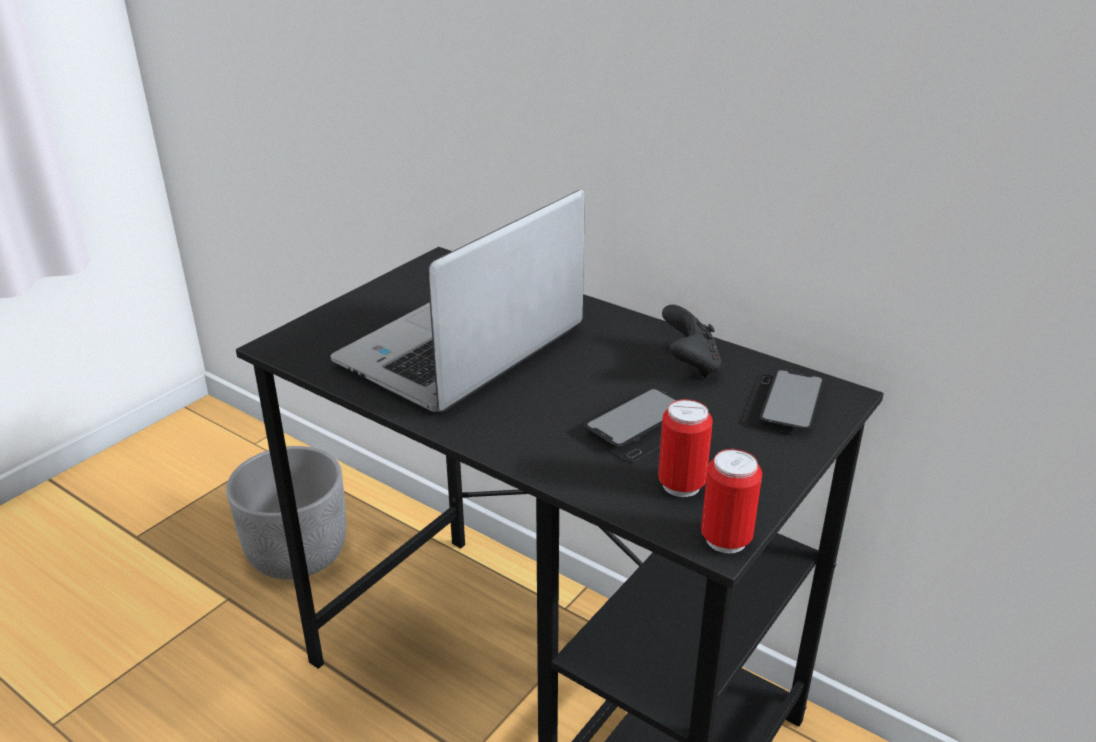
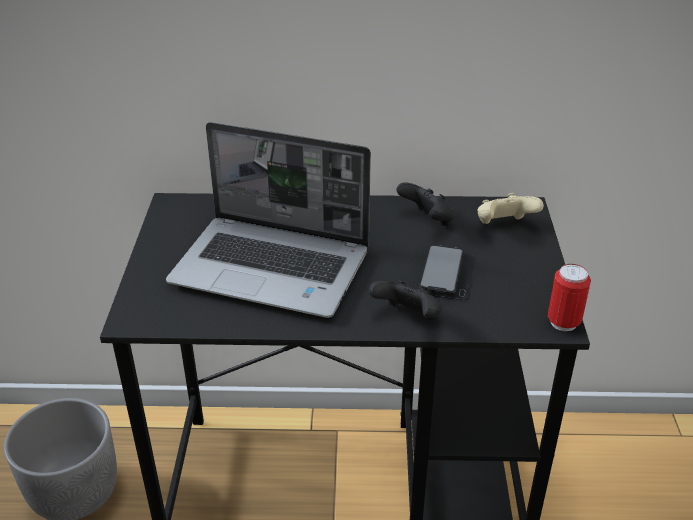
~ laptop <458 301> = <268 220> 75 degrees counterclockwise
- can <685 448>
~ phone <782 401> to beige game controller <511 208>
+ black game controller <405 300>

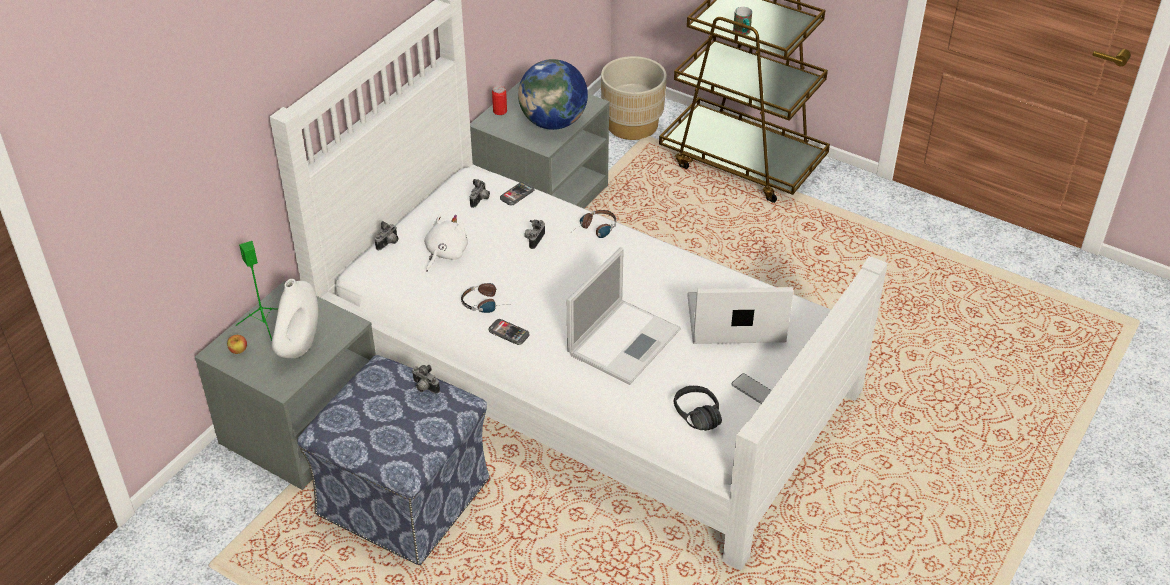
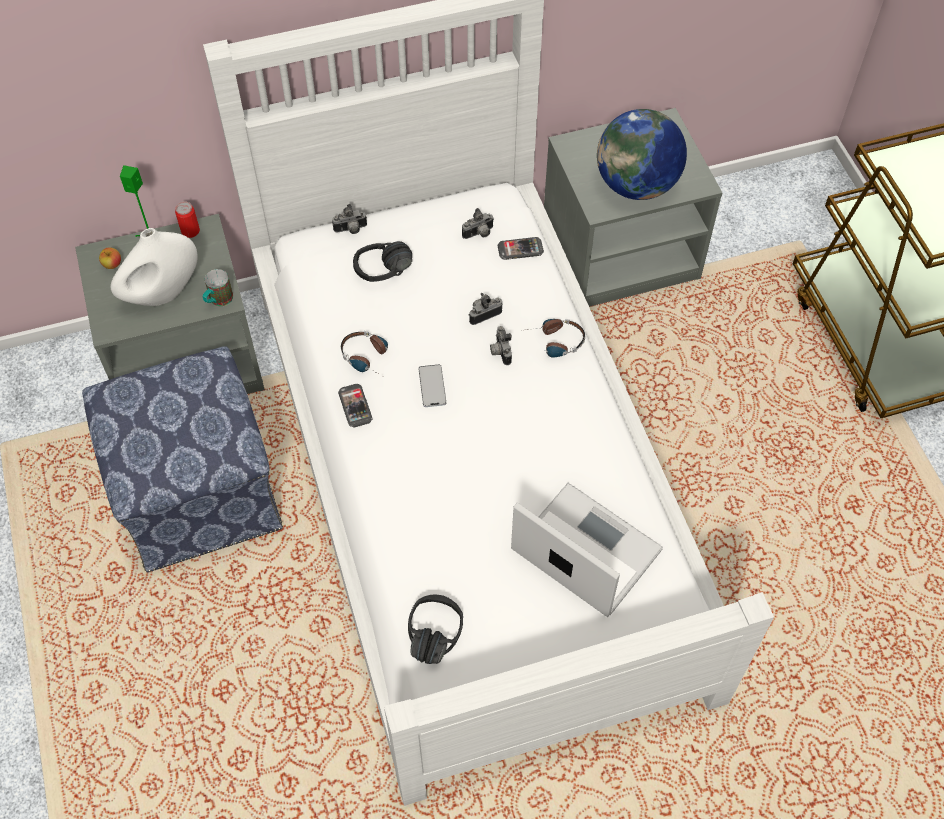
~ photo camera <426 379> to <501 345>
~ white plush toy <446 243> to black headphones <382 261>
~ can <499 100> to <187 219>
- laptop <624 316>
- beige planter <634 98>
~ phone <751 388> to <432 385>
~ mug <742 21> to <217 287>

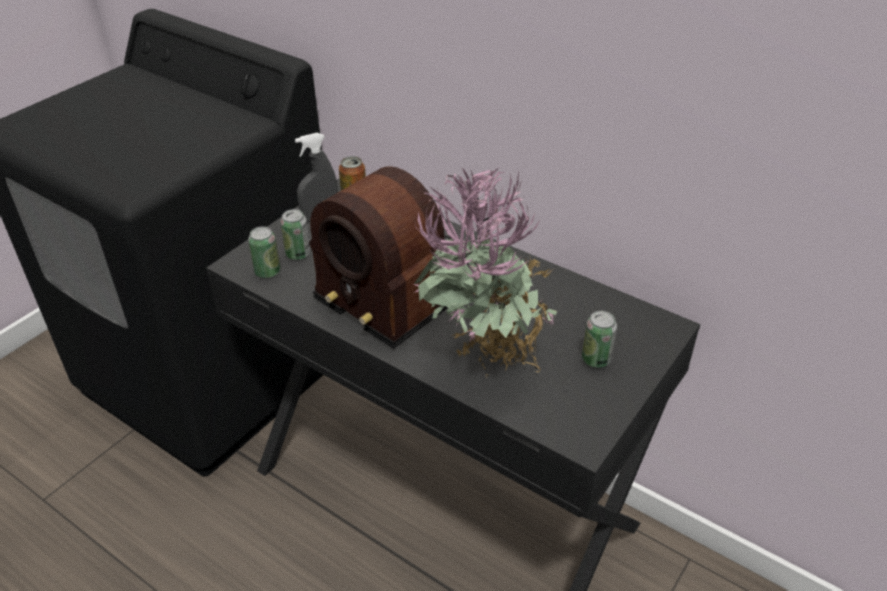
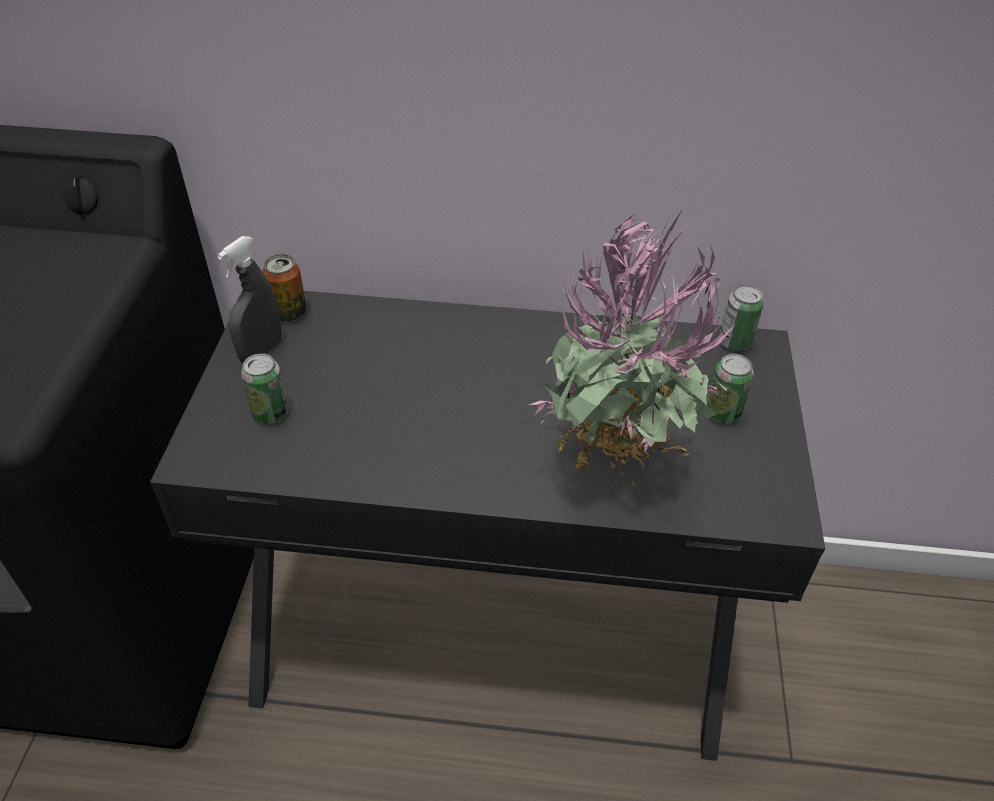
~ can <264 252> to <741 318>
- radio <380 258>

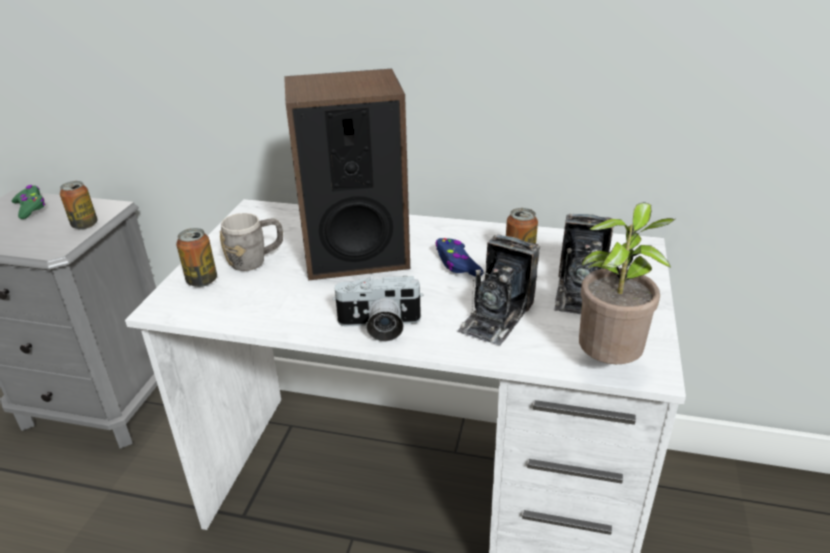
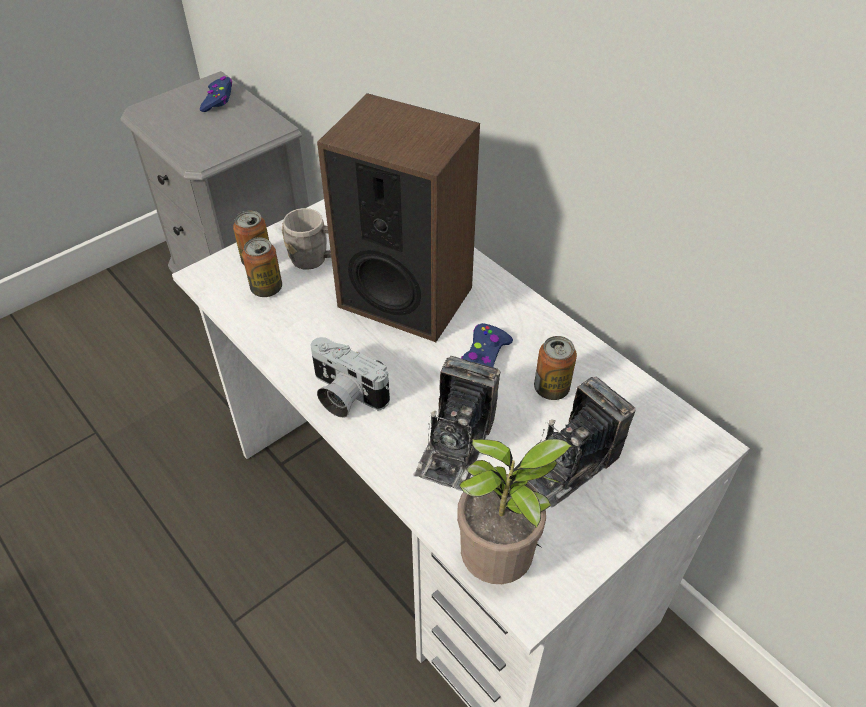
~ green game controller <28 202> to blue game controller <216 94>
~ can <78 205> to <262 267>
~ photo camera <498 289> = <456 423> 45 degrees counterclockwise

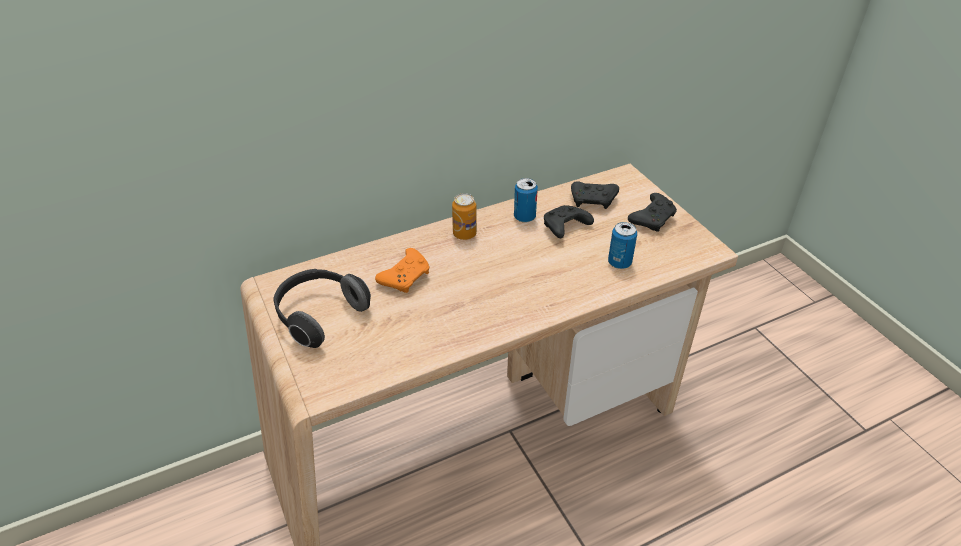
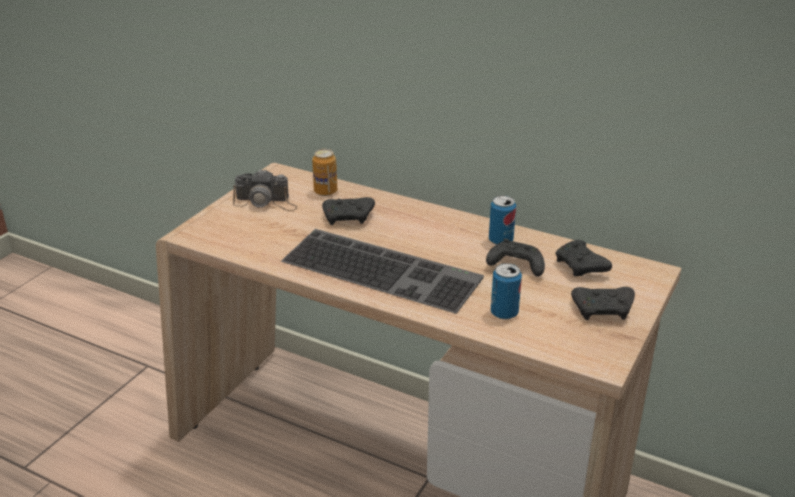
~ headphones <322 308> to photo camera <265 190>
~ orange game controller <402 270> to black game controller <348 211>
~ can <464 216> to <324 172>
+ keyboard <382 271>

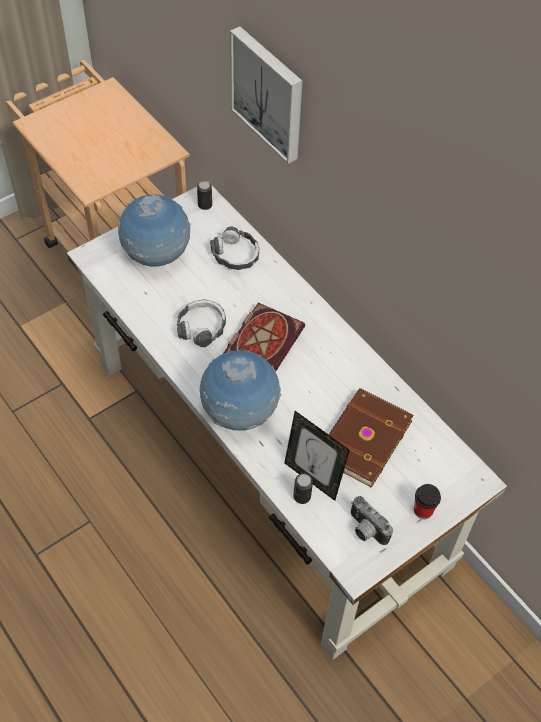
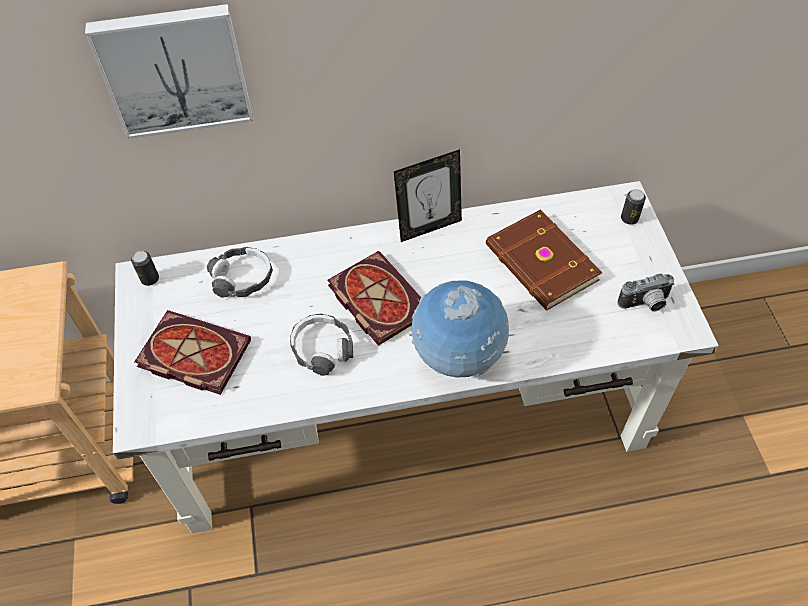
~ globe <154 230> to book <192 352>
~ picture frame <317 456> to <428 195>
~ can <303 489> to <633 207>
- cup <427 501>

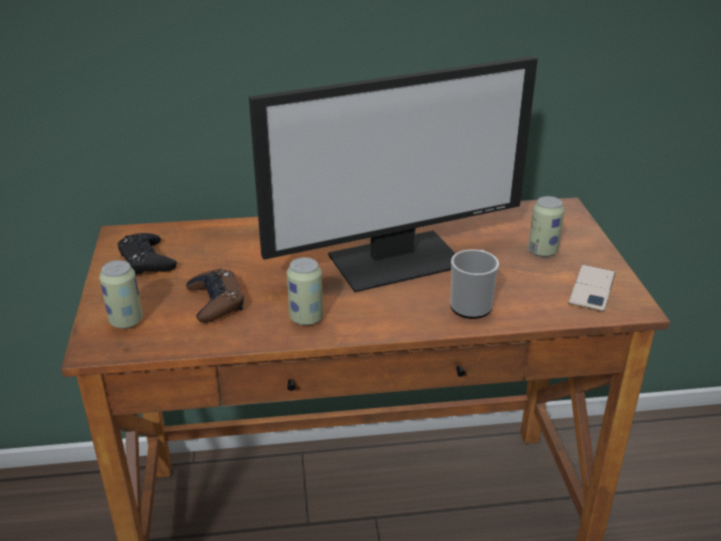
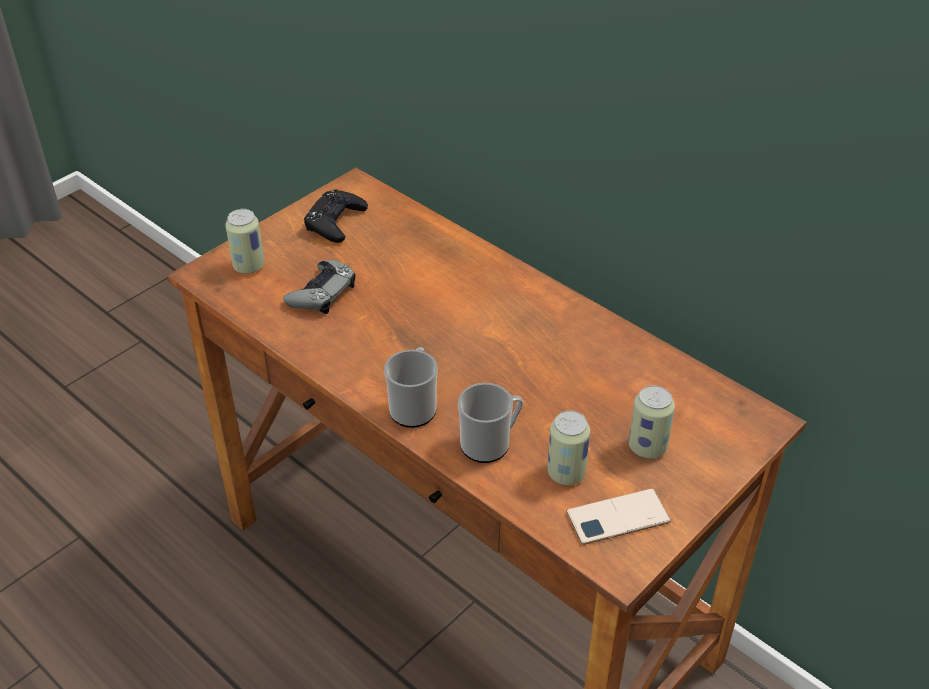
~ brown game controller <215 295> to grey game controller <319 287>
- monitor <393 174>
~ can <305 291> to <568 447>
+ mug <411 387>

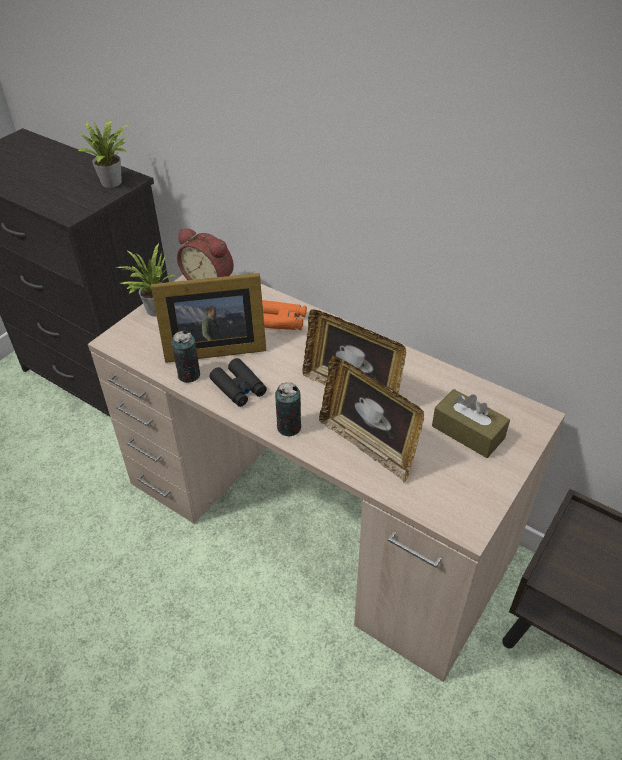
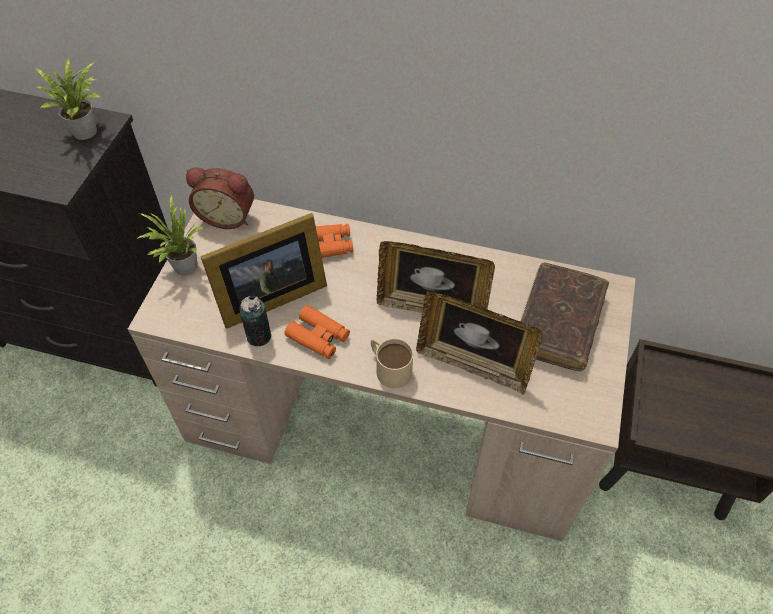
~ black binoculars <238 382> to orange binoculars <317 332>
~ can <288 409> to beige mug <392 363>
~ brown tissue box <471 423> to brown book <564 317>

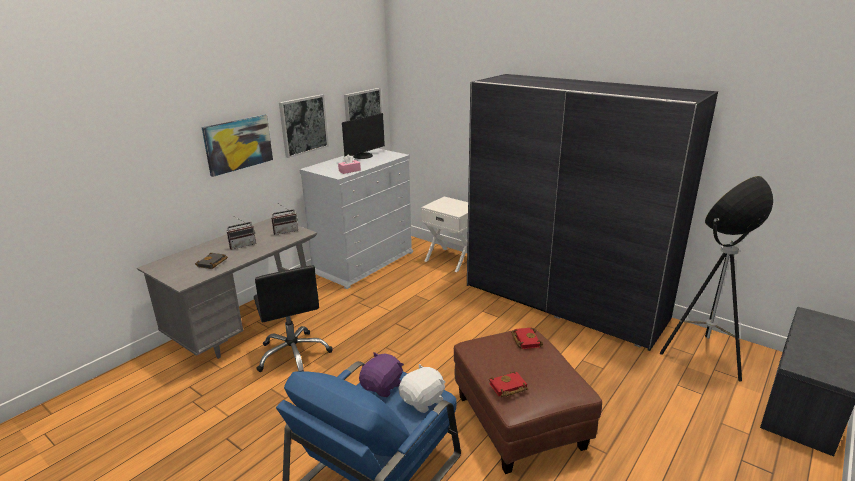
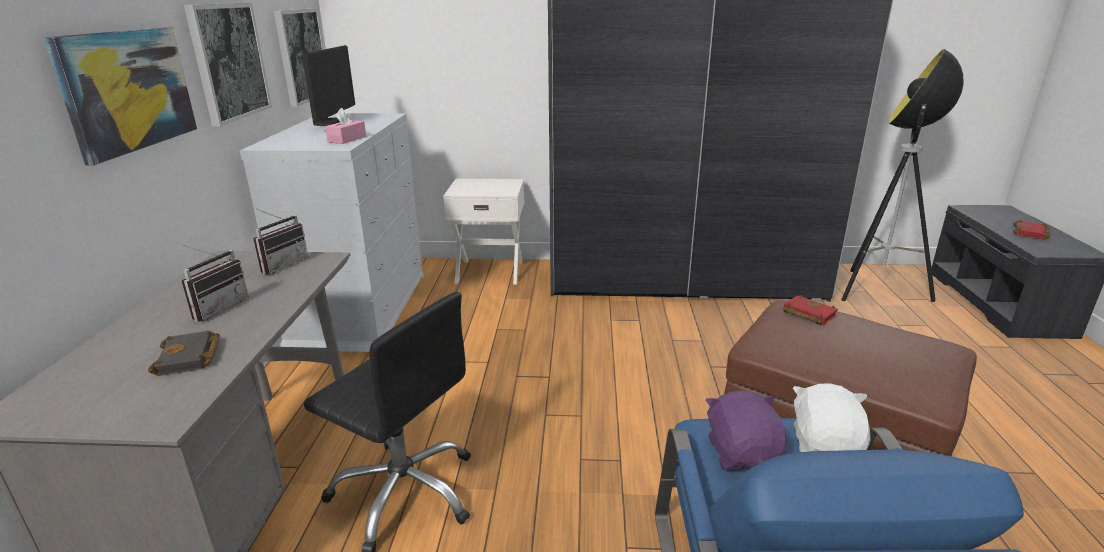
~ red book <508 384> to <1031 230>

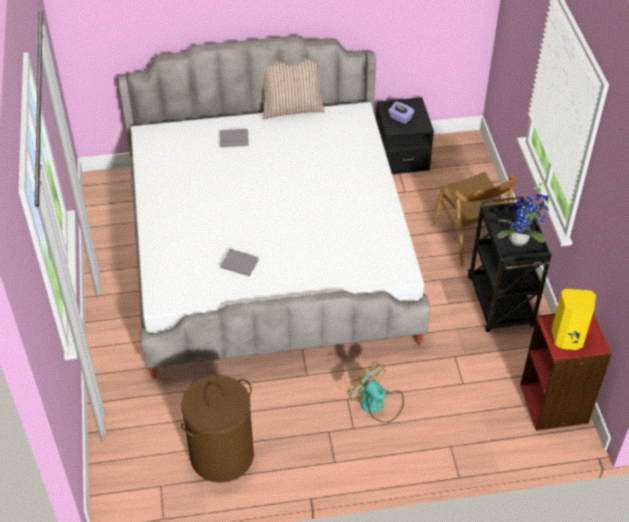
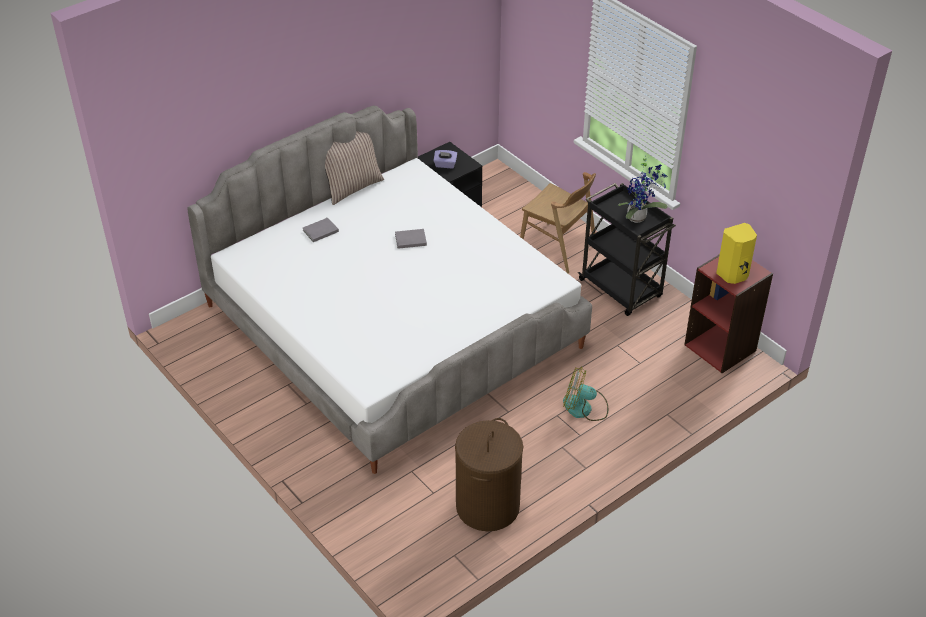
~ grey book <239 262> to <411 239>

